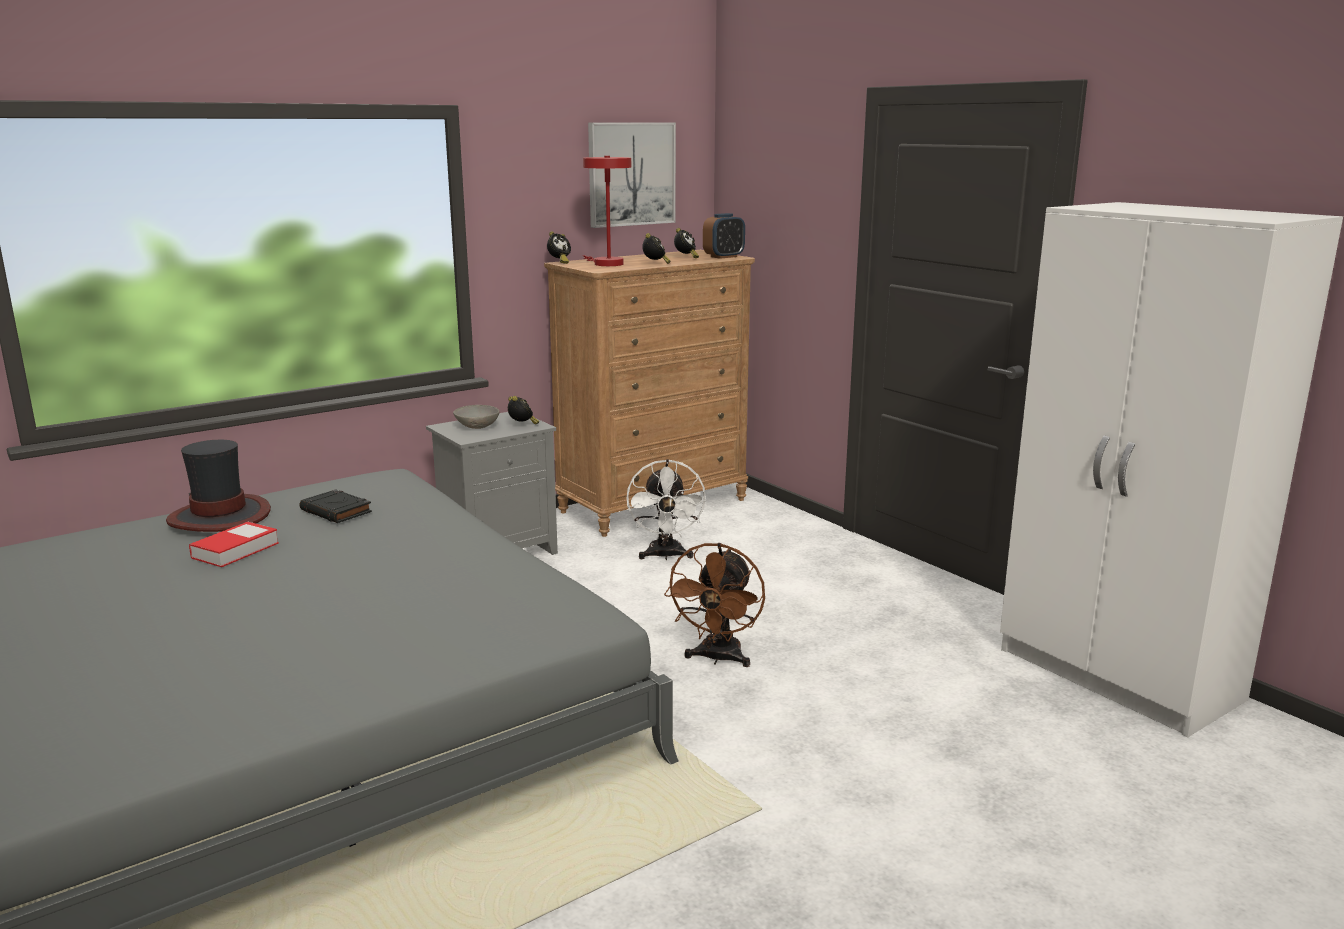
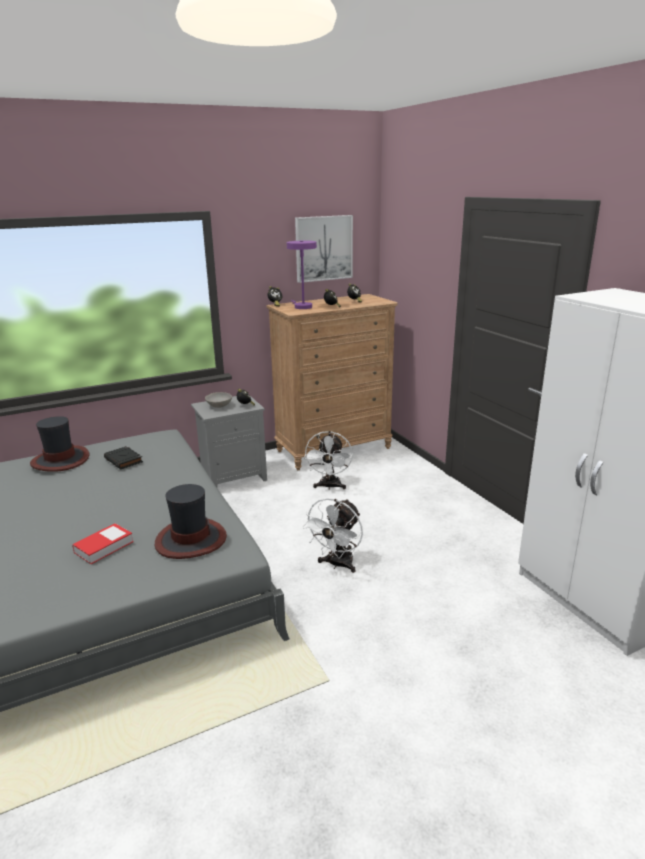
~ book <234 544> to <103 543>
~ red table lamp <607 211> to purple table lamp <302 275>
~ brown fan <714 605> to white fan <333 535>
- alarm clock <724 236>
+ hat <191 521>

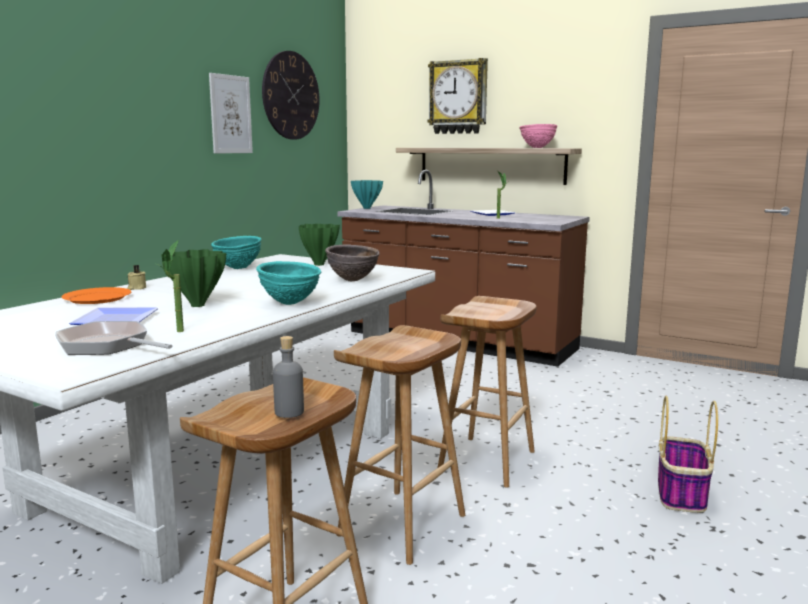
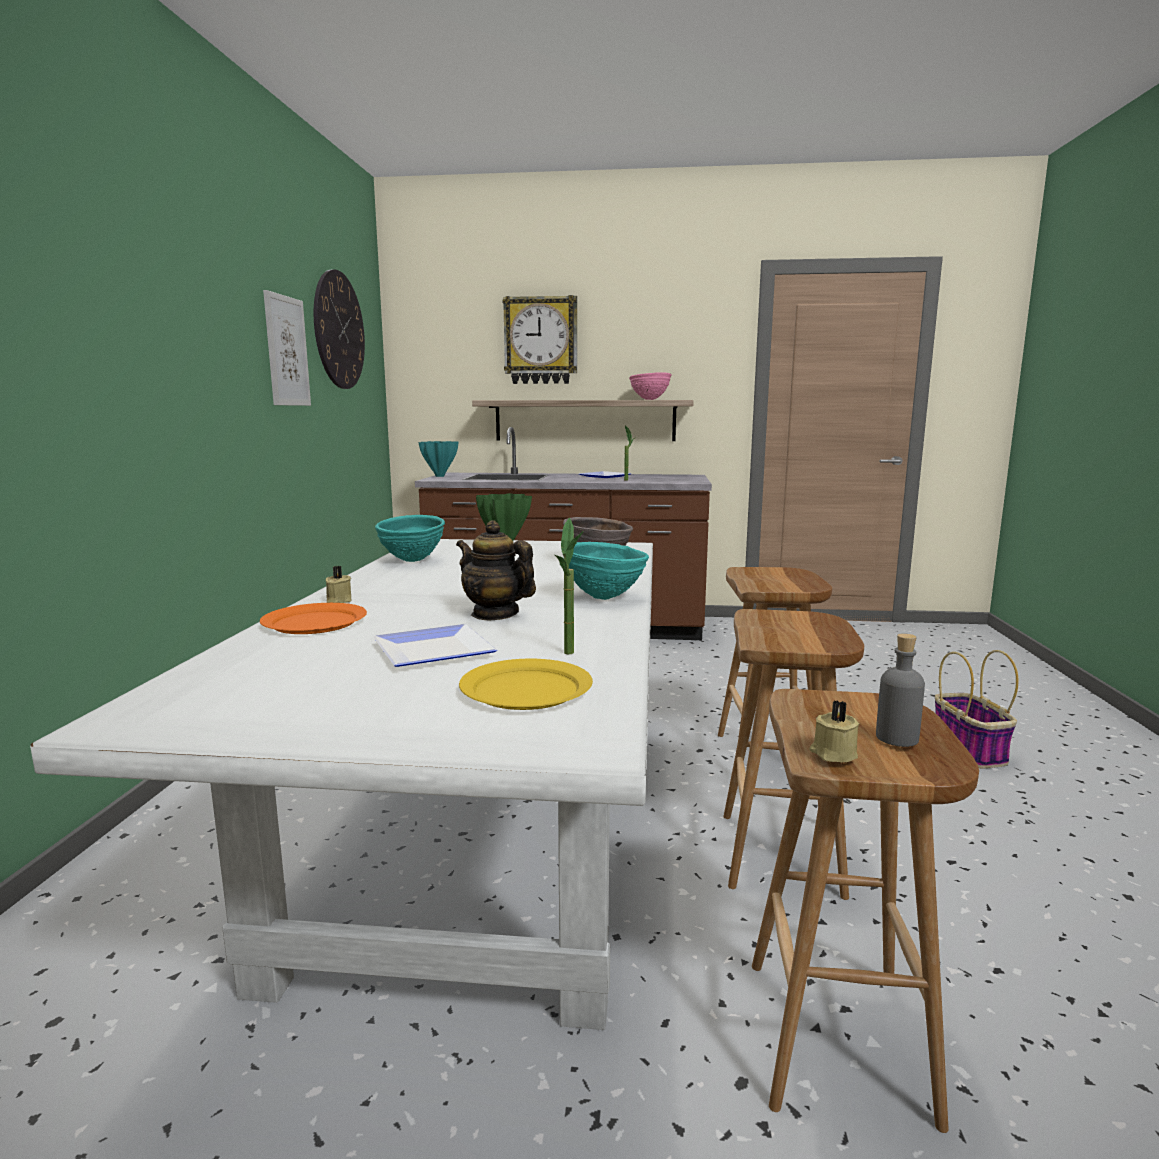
~ frying pan <114 338> to yellow plate <526 684>
~ green vase <193 278> to teapot <496 570>
+ beige candle <834 731>

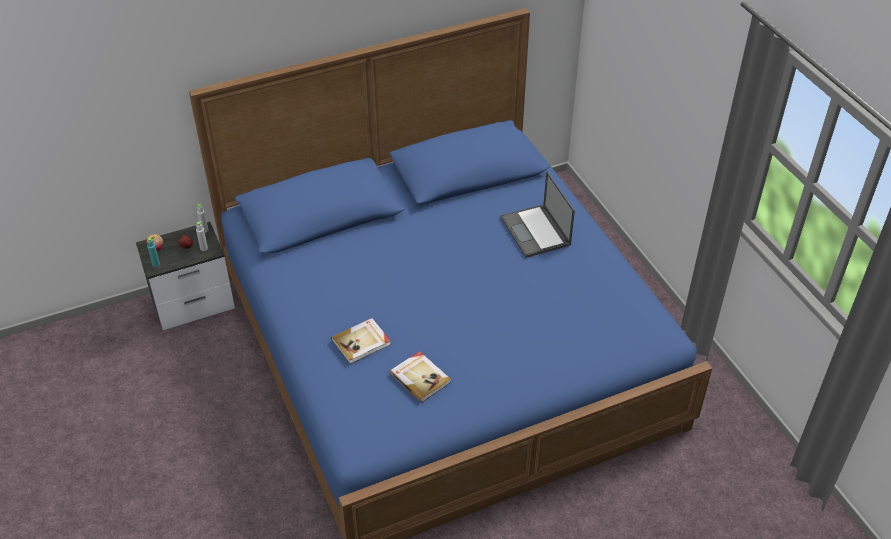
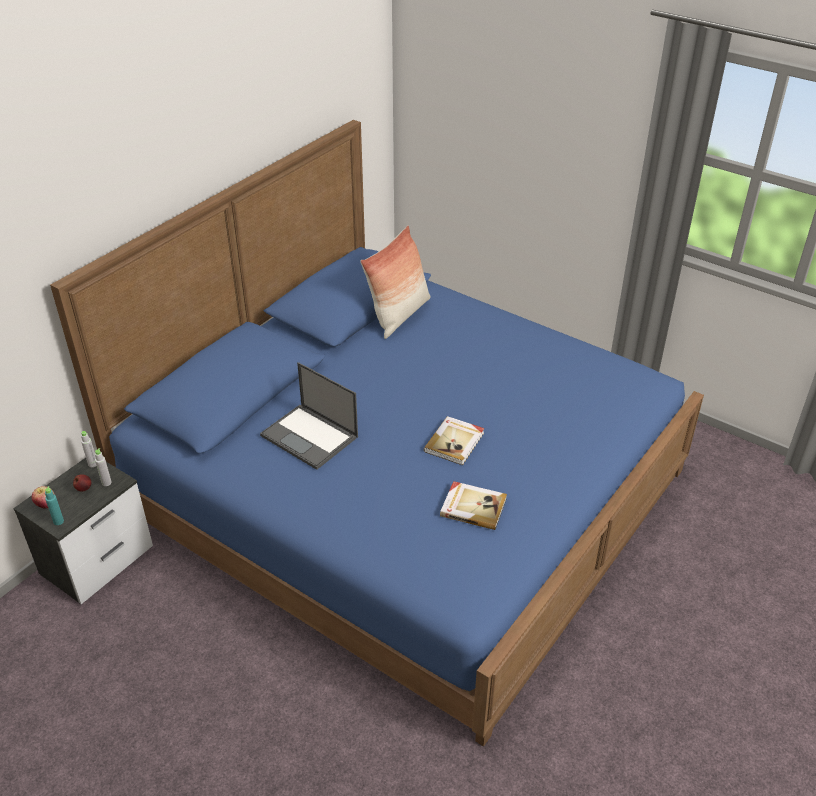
~ book <361 341> to <454 440>
~ laptop <537 214> to <309 416>
+ pillow <395 282>

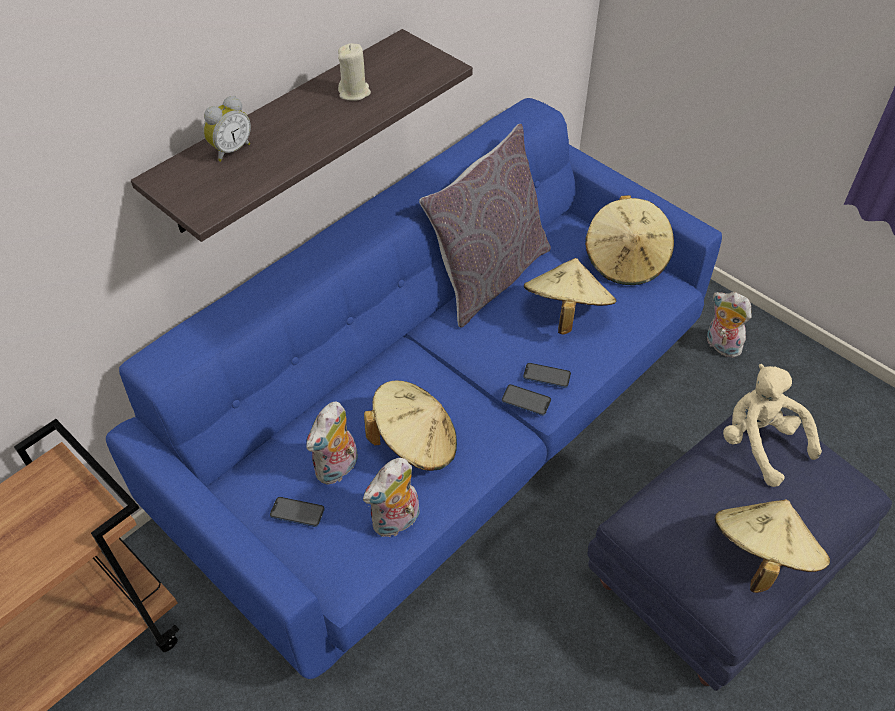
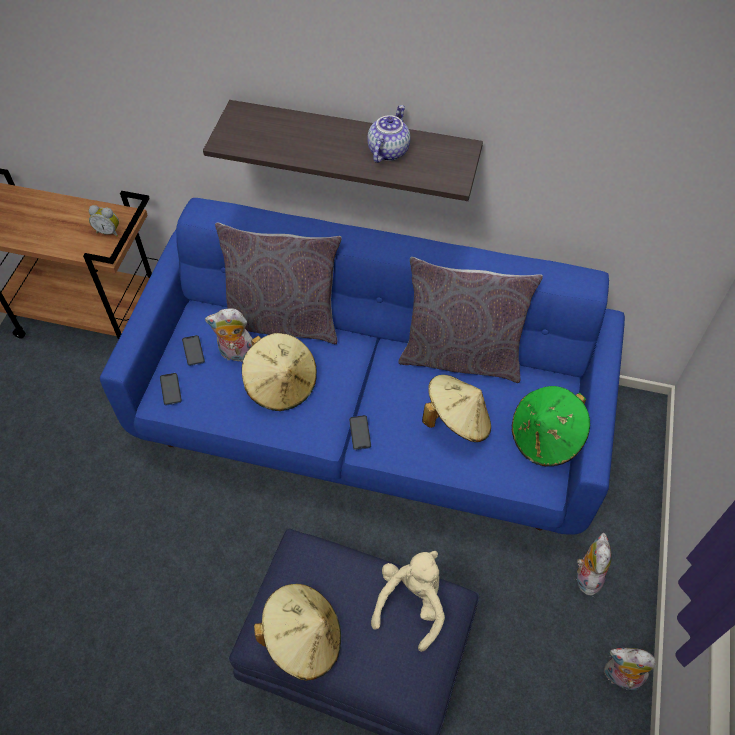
~ alarm clock <227 129> to <103 221>
~ beige candle <354 72> to teapot <388 134>
~ plush toy <391 497> to <630 668>
~ phone <547 375> to <171 389>
~ beige hat <629 240> to green hat <551 426>
+ grey pillow <278 283>

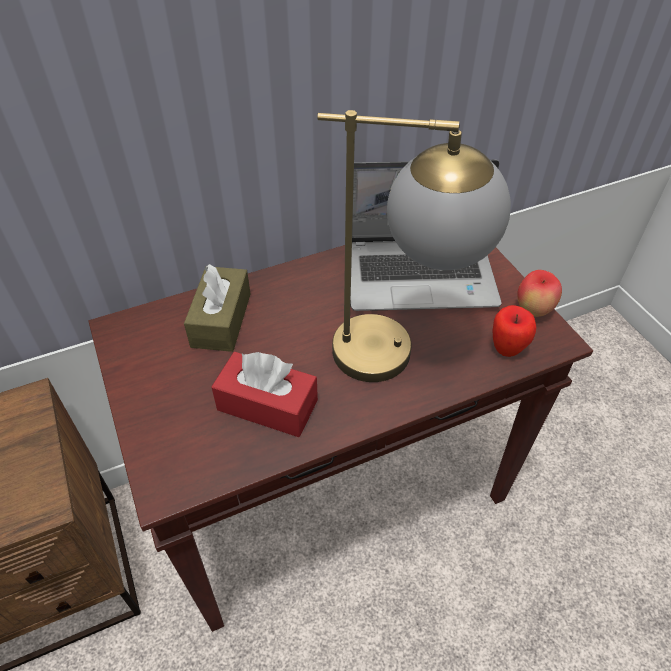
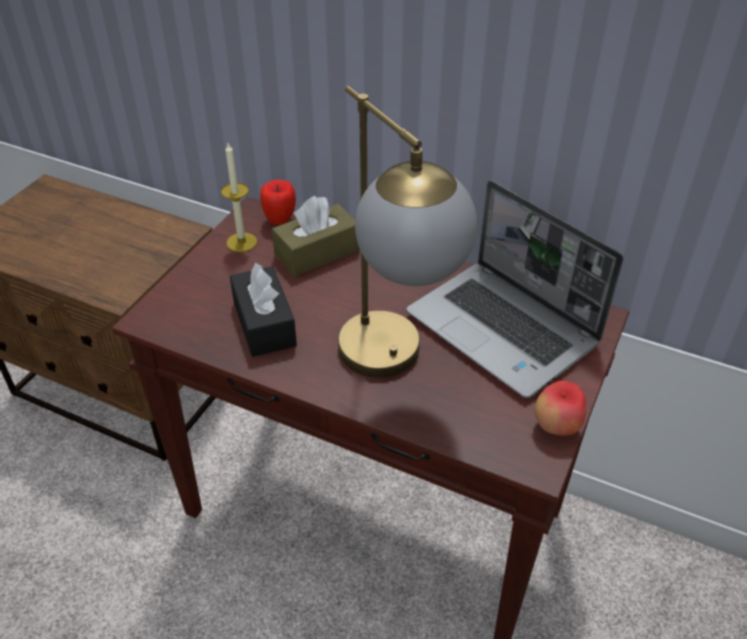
~ red tissue box <264 394> to black tissue box <263 310>
~ apple <514 331> to <278 202>
+ candle <239 197>

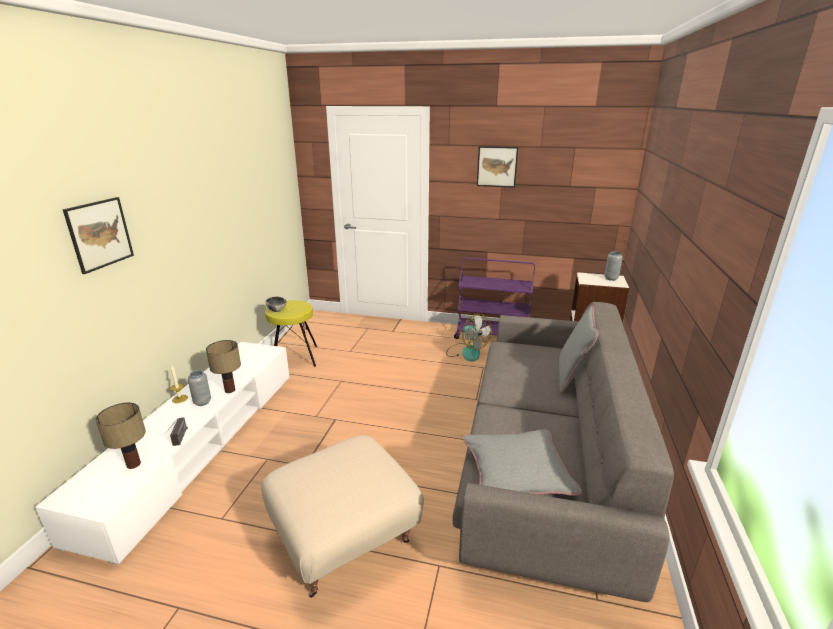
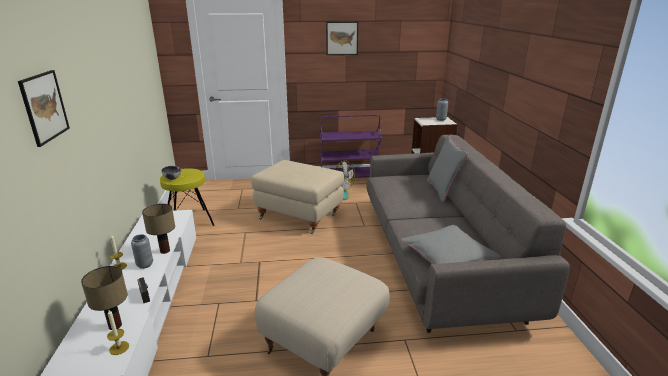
+ candle <118 332>
+ beige ottoman <297 197>

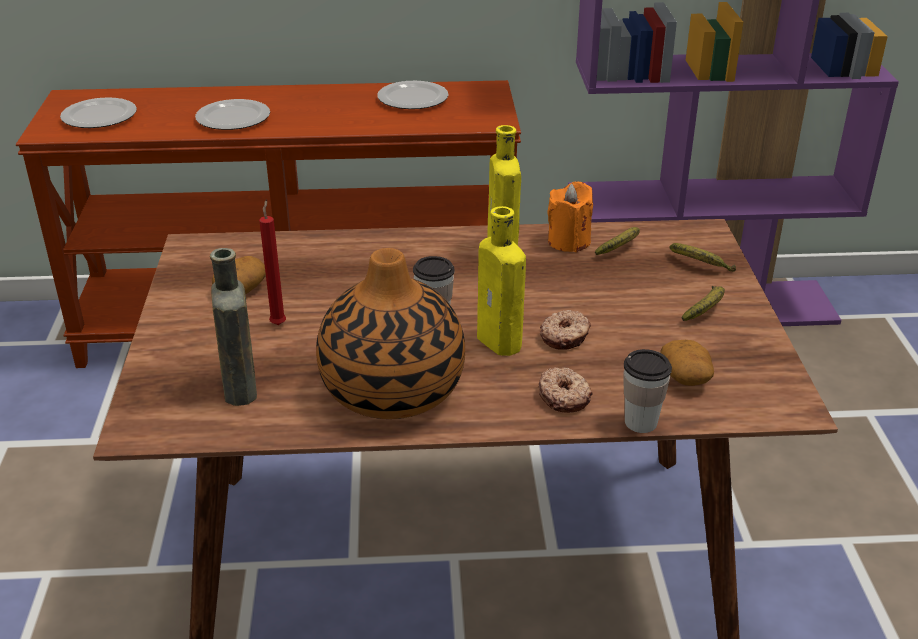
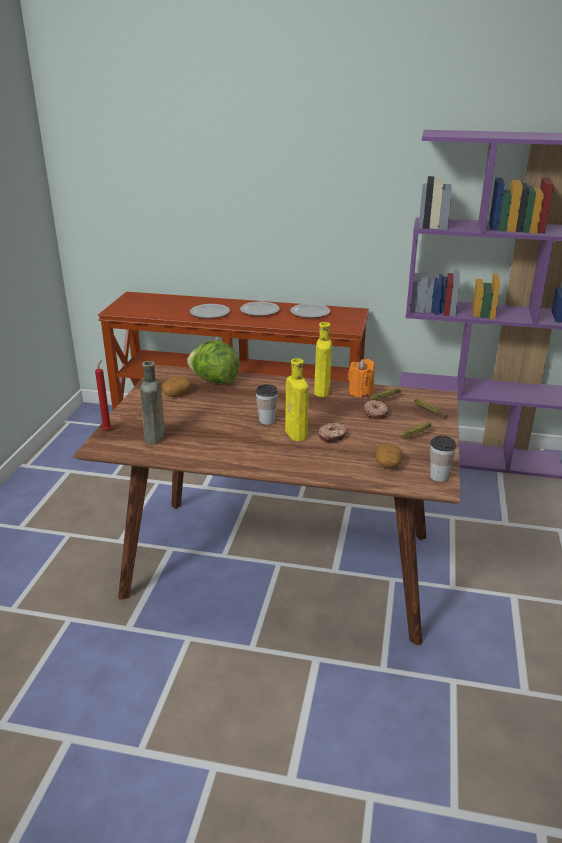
~ plate <98 112> to <260 309>
~ red candle <272 262> to <103 395>
- vase <390 333>
~ donut <565 390> to <376 409>
~ cup <648 391> to <443 459>
+ lettuce <213 362>

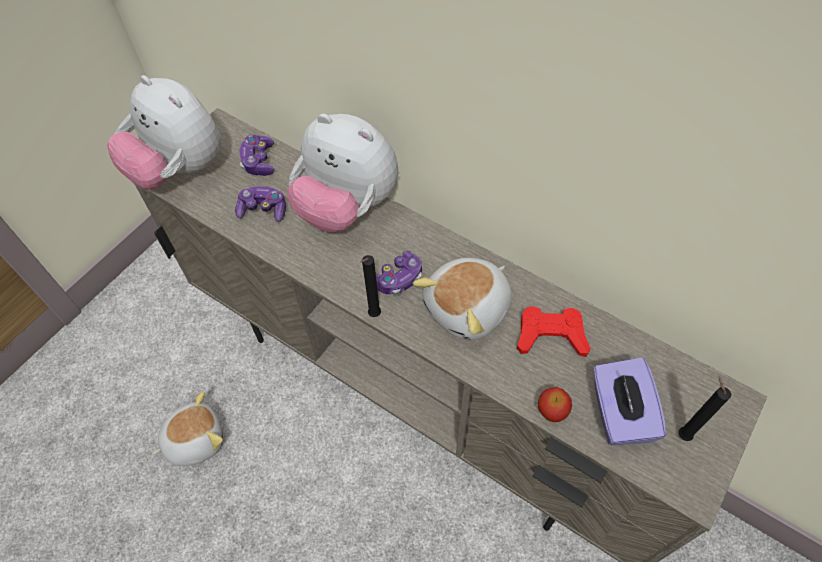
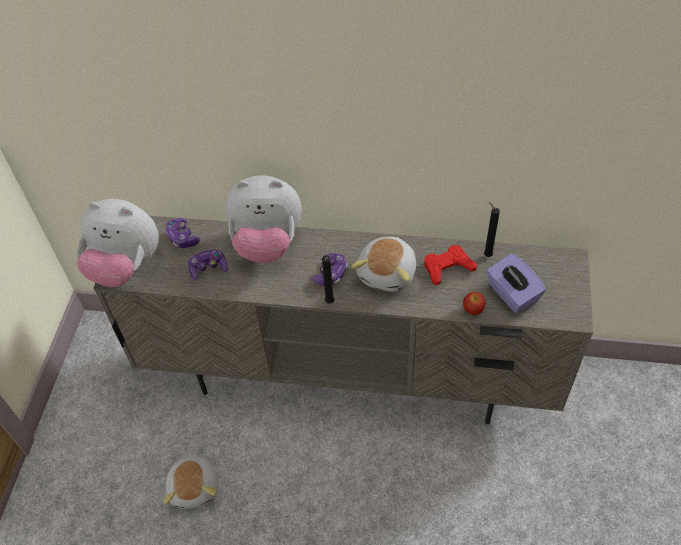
~ plush toy <188 429> = <191 480> 135 degrees clockwise
~ black candle <704 408> to <492 229>

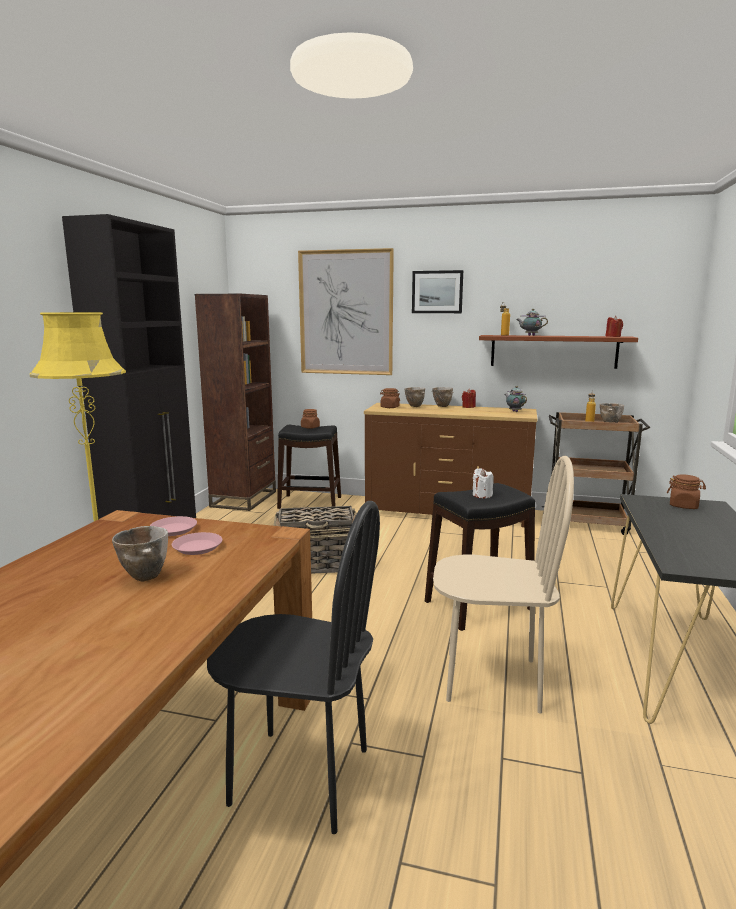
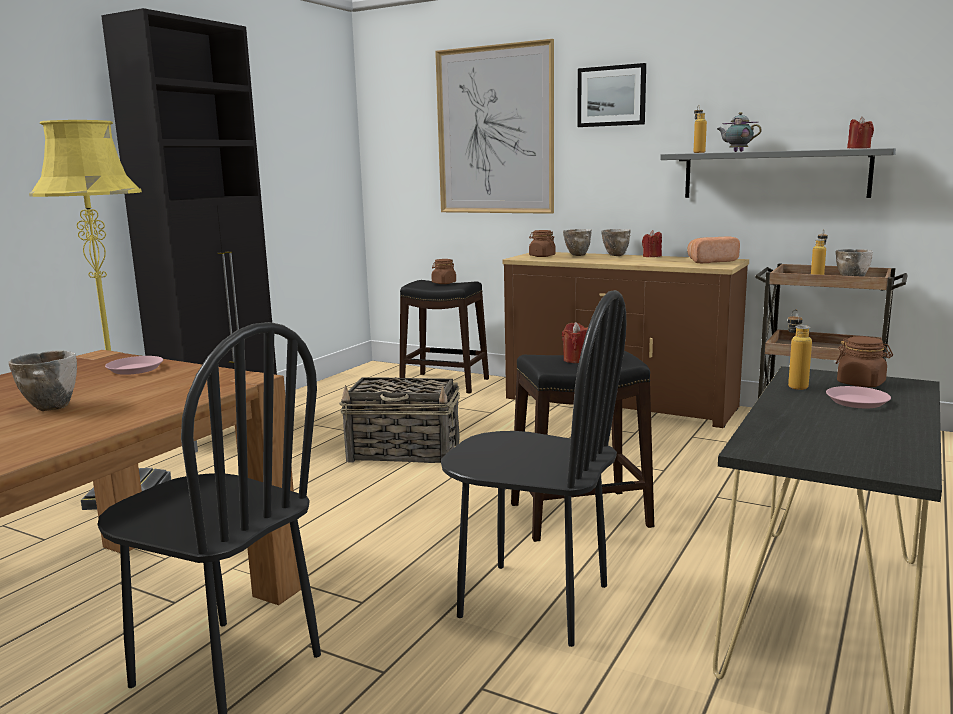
~ pink plate <197 543> to <858 397>
- brown bookcase <235 402>
~ beige chair <503 585> to black chair <533 468>
~ white candle <483 483> to red candle <575 342>
~ brown shelf <558 352> to grey shelf <778 173>
~ teapot <515 399> to bread <714 249>
+ bottle <800 349>

